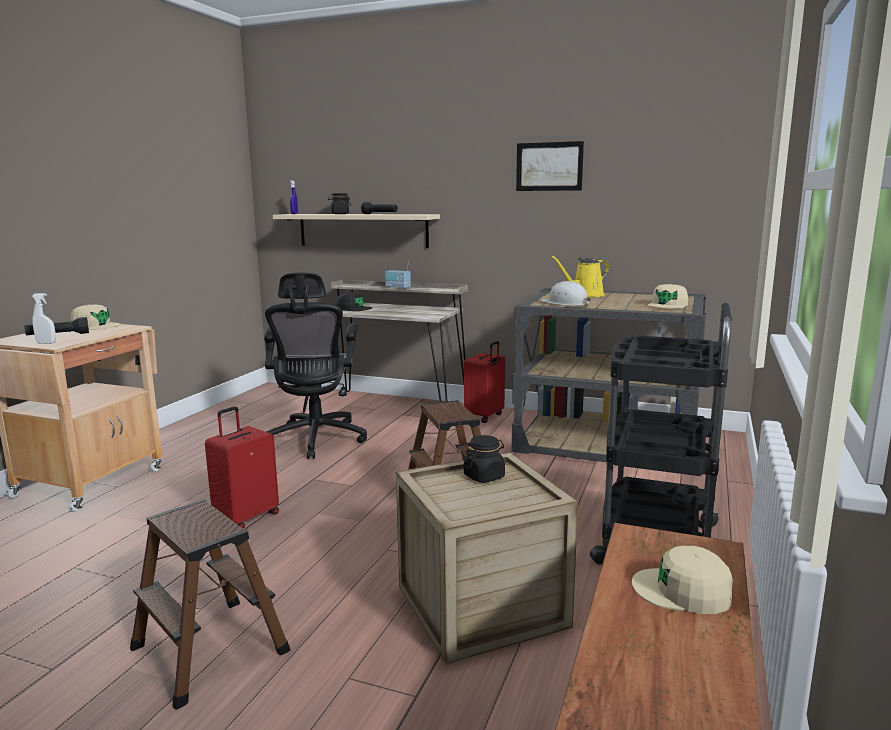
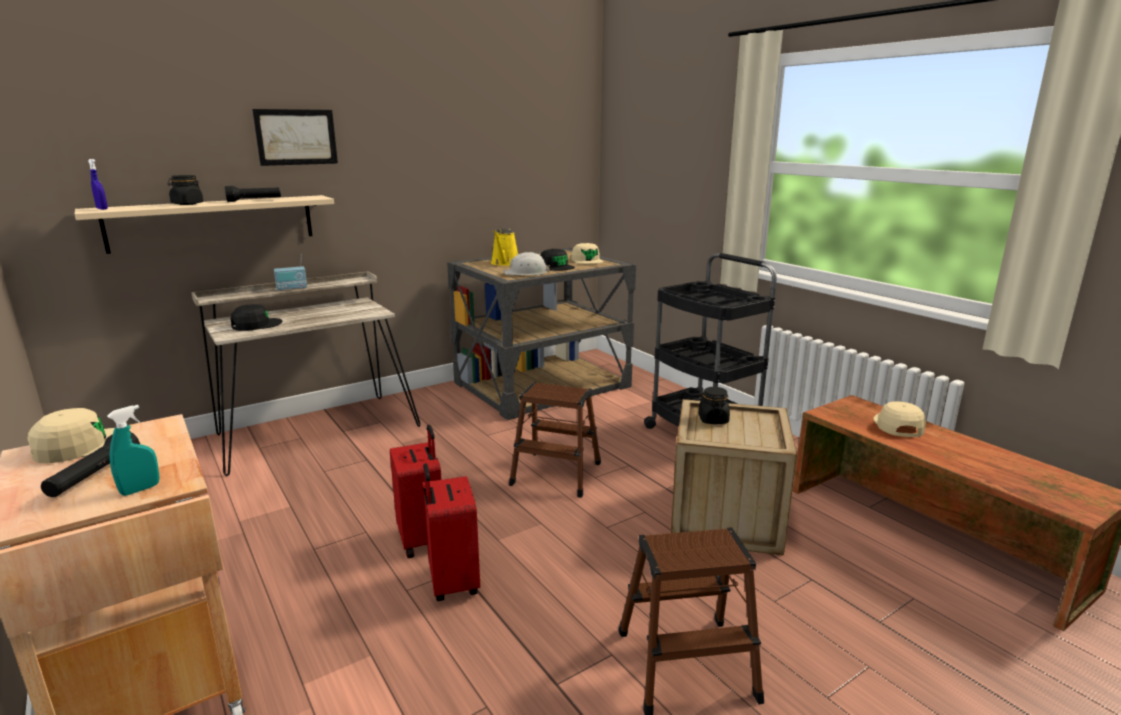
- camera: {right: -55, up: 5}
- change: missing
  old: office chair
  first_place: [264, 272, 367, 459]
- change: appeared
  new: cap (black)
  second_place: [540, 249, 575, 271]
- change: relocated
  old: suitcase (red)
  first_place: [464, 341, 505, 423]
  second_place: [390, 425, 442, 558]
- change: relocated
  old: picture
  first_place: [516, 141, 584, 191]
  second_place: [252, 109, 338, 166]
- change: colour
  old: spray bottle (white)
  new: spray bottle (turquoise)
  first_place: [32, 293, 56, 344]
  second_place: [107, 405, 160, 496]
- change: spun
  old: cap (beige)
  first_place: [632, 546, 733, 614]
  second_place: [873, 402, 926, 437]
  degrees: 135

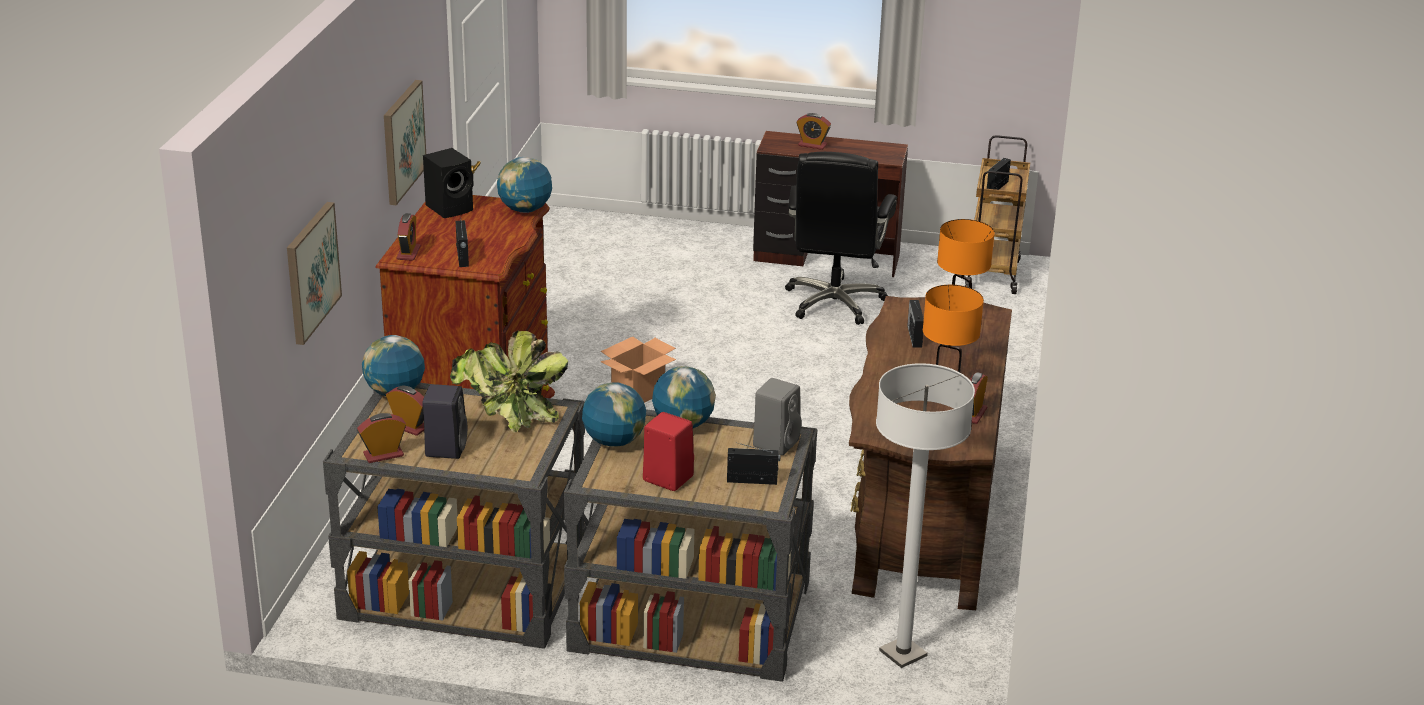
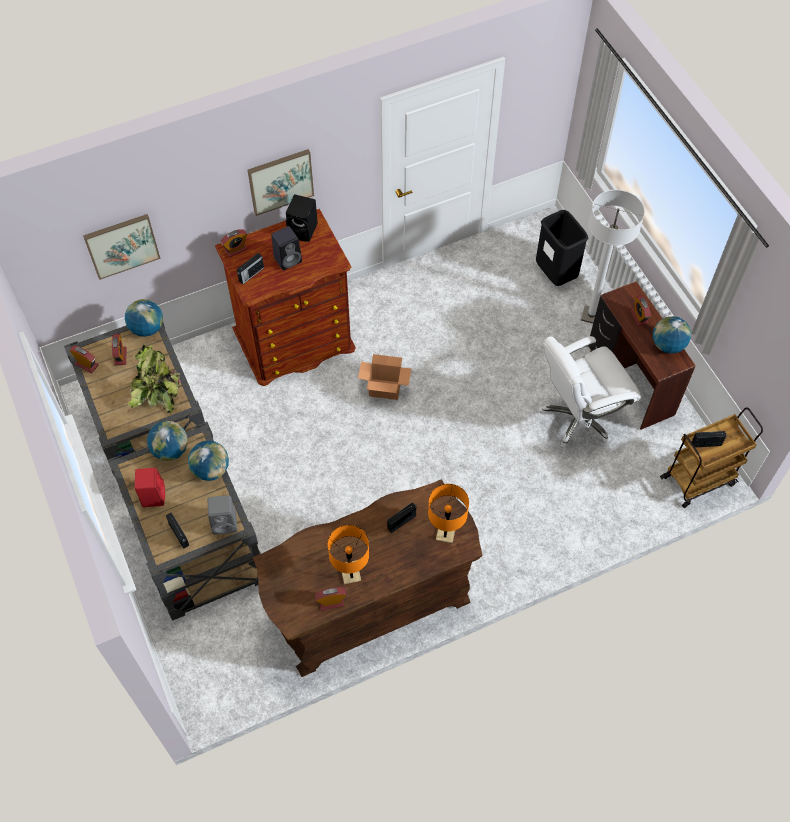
- camera: {right: 55, up: 30}
- change: appeared
  new: trash can (black)
  second_place: [536, 210, 589, 286]
- change: relocated
  old: speaker (black)
  first_place: [422, 384, 467, 459]
  second_place: [271, 226, 302, 270]
- change: relocated
  old: globe
  first_place: [497, 157, 552, 213]
  second_place: [653, 316, 691, 353]
- change: relocated
  old: floor lamp (white)
  first_place: [876, 363, 975, 668]
  second_place: [581, 190, 645, 324]
- change: colour
  old: office chair (black)
  new: office chair (white)
  first_place: [785, 152, 897, 325]
  second_place: [539, 336, 641, 448]

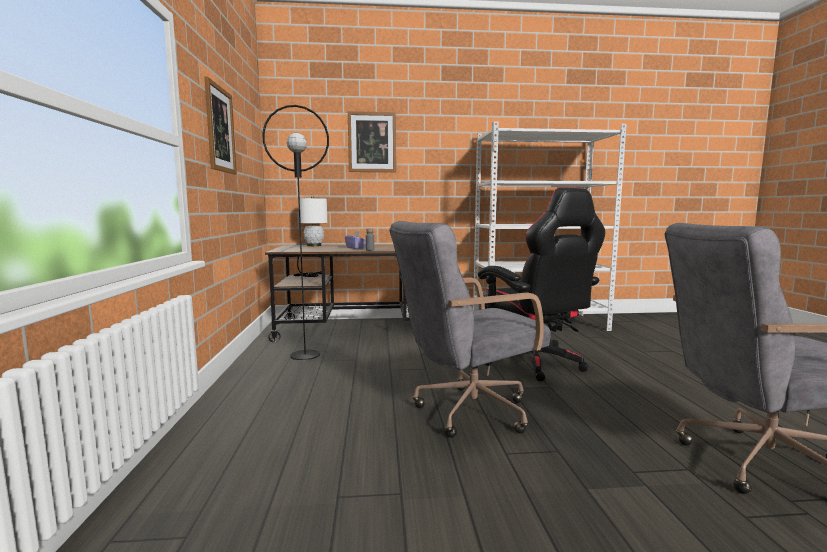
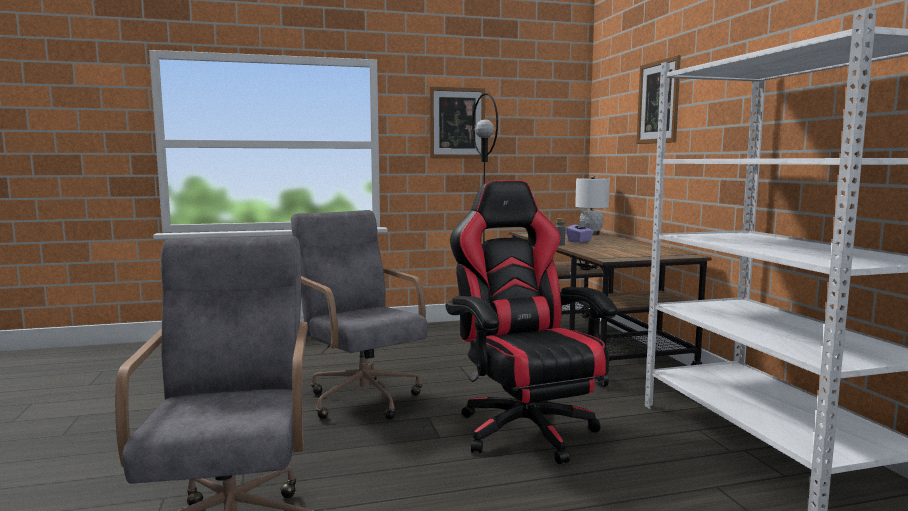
- camera: {right: 80, up: 0}
- change: spun
  old: office chair (black)
  first_place: [478, 187, 605, 381]
  second_place: [445, 180, 617, 464]
  degrees: 105

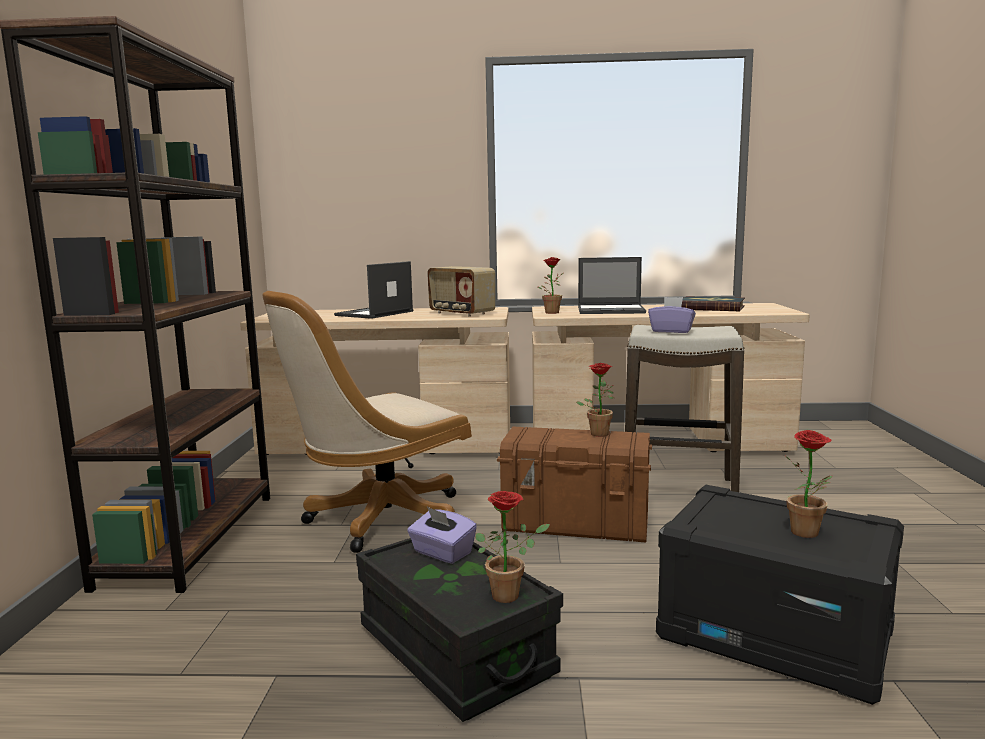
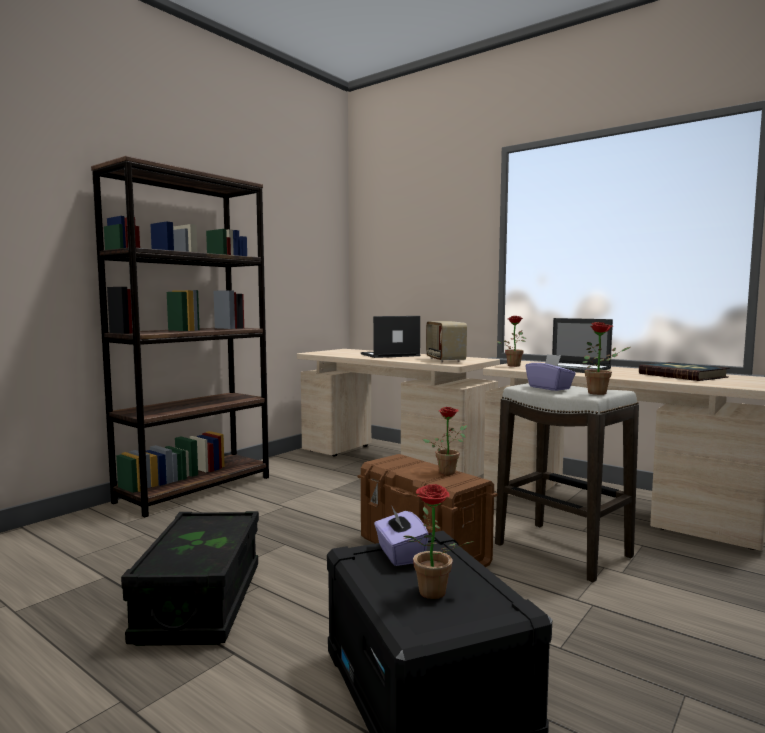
- camera: {right: 35, up: -5}
- change: missing
  old: office chair
  first_place: [262, 291, 472, 553]
- change: relocated
  old: tissue box (purple)
  first_place: [407, 507, 477, 564]
  second_place: [374, 505, 429, 566]
- change: relocated
  old: potted plant
  first_place: [475, 491, 550, 603]
  second_place: [582, 322, 631, 395]

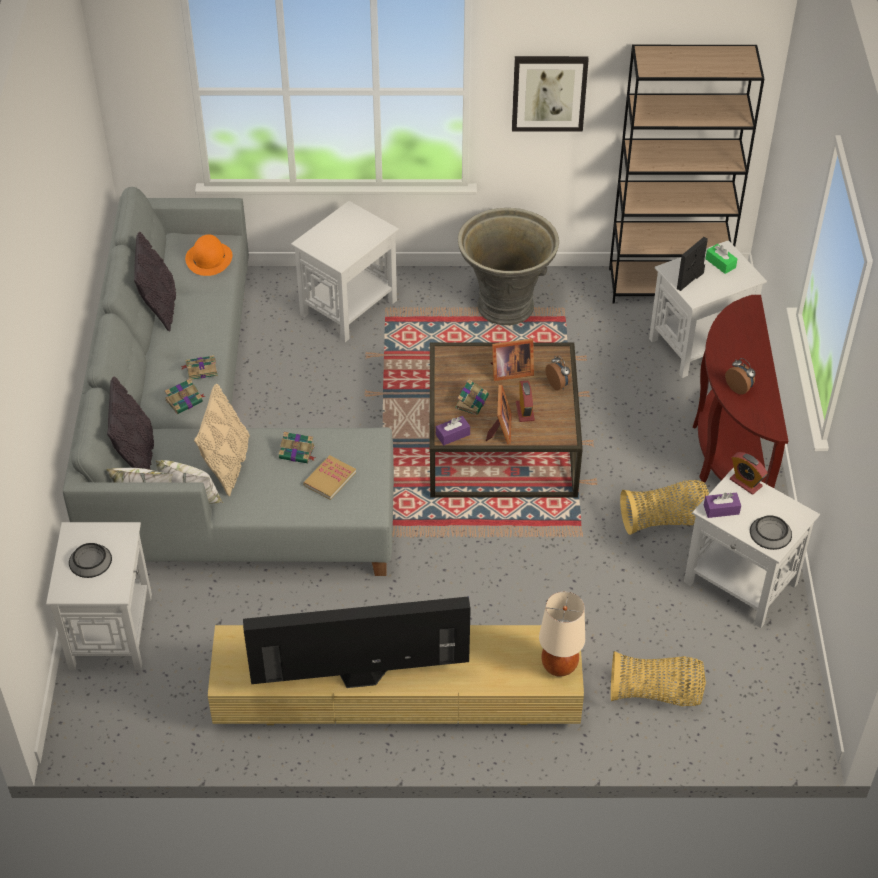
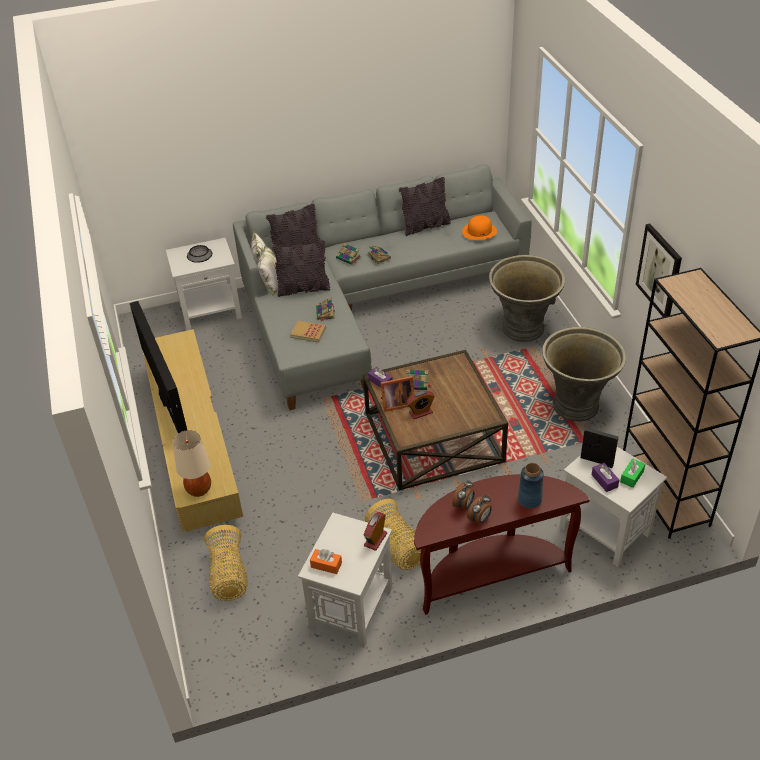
- camera: {right: 75, up: -5}
- change: missing
  old: picture frame
  first_place: [491, 339, 534, 381]
- change: appeared
  new: vase (blue)
  second_place: [518, 463, 544, 508]
- change: relocated
  old: alarm clock
  first_place: [546, 356, 571, 390]
  second_place: [467, 495, 492, 524]
- change: relocated
  old: tissue box (purple)
  first_place: [704, 492, 741, 518]
  second_place: [592, 463, 619, 492]
- change: exchanged
  old: side table (white)
  new: planter (grey)
  first_place: [291, 201, 399, 342]
  second_place: [489, 255, 565, 342]
- change: exchanged
  old: bowl
  new: tissue box (orange)
  first_place: [750, 515, 792, 550]
  second_place: [310, 549, 342, 574]
- change: colour
  old: pillow (beige)
  new: pillow (black)
  first_place: [194, 384, 250, 496]
  second_place: [272, 240, 330, 297]

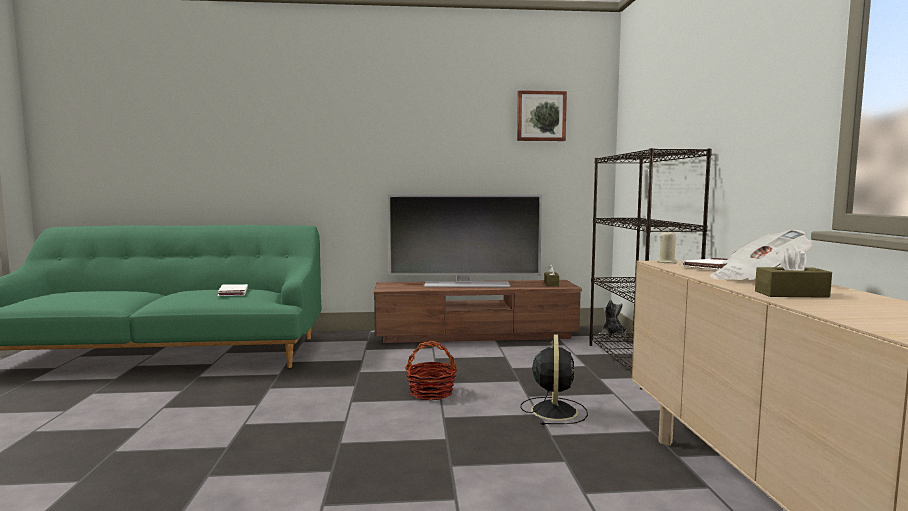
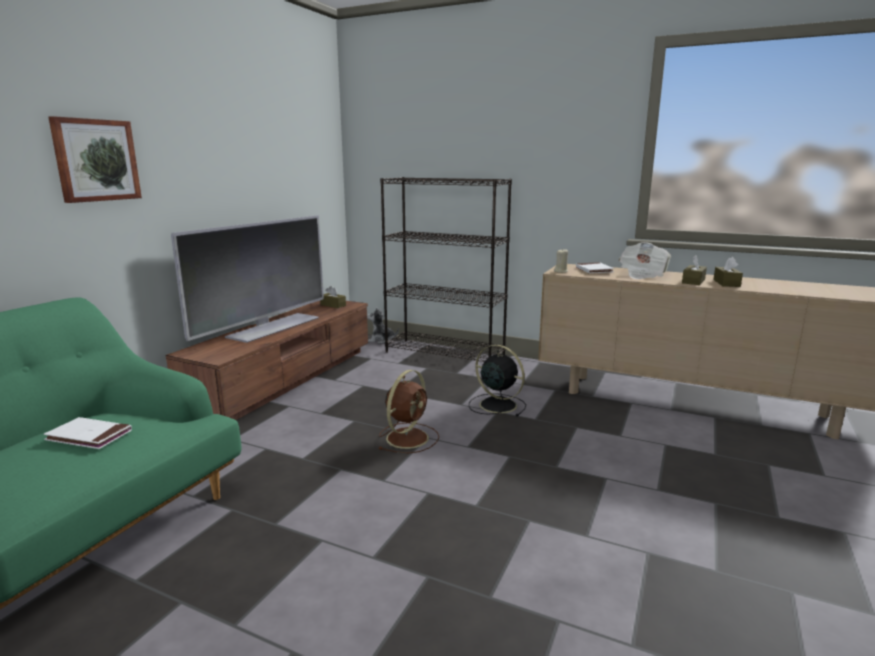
- camera: {right: -60, up: 10}
- change: appeared
  new: tissue box (brown)
  second_place: [713, 257, 743, 287]
- change: relocated
  old: picture
  first_place: [517, 90, 567, 141]
  second_place: [48, 116, 142, 203]
- change: exchanged
  old: basket
  new: fan (brown)
  first_place: [405, 341, 457, 401]
  second_place: [379, 370, 439, 453]

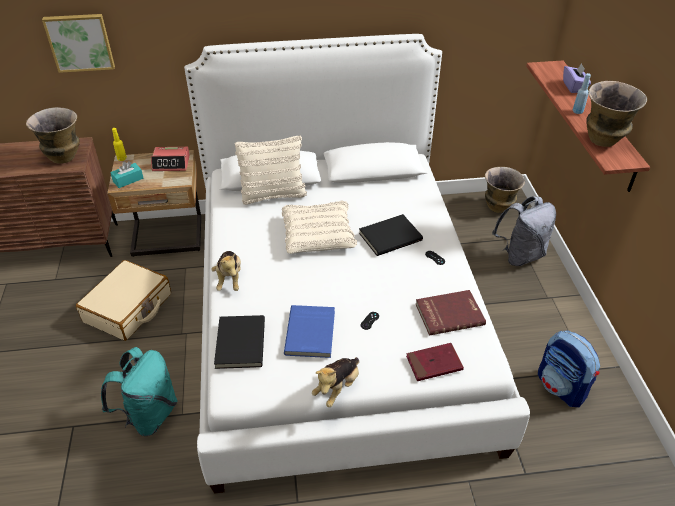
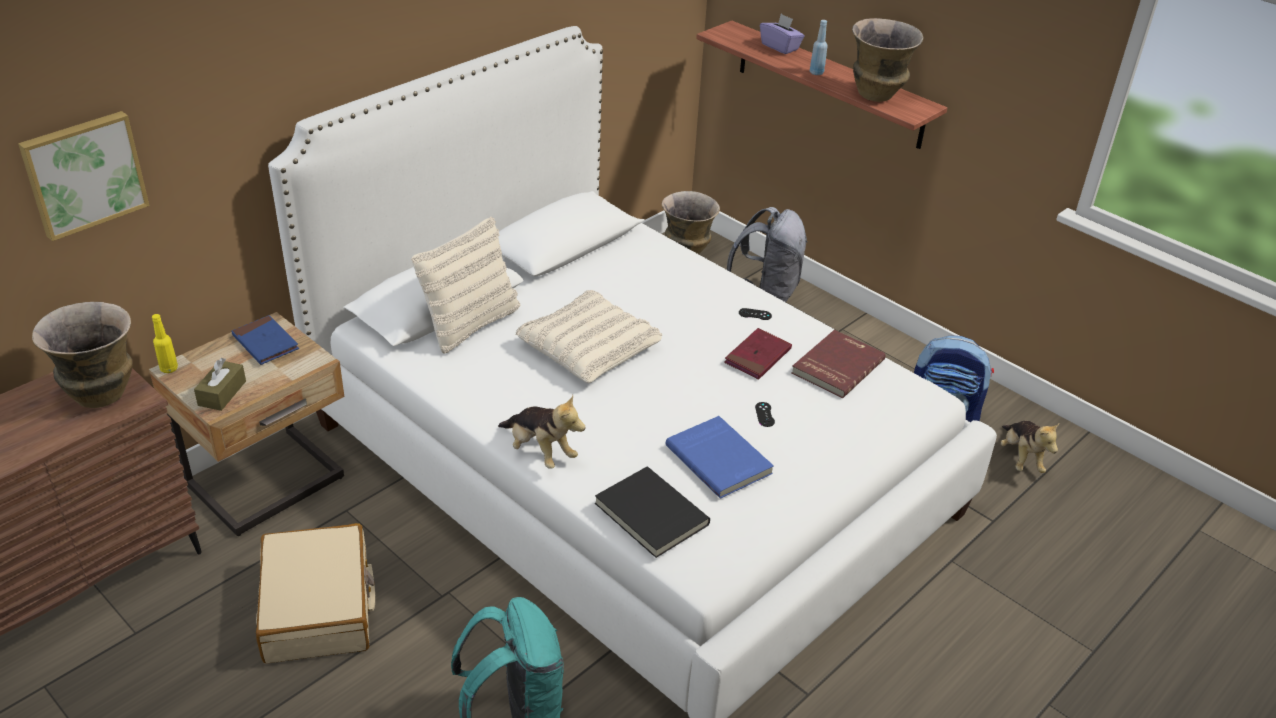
- camera: {right: -40, up: -5}
- change: missing
  old: book (black)
  first_place: [359, 214, 423, 256]
- change: relocated
  old: plush toy
  first_place: [312, 357, 359, 407]
  second_place: [1000, 421, 1060, 473]
- change: relocated
  old: book (red)
  first_place: [406, 343, 464, 381]
  second_place: [724, 328, 792, 379]
- change: exchanged
  old: alarm clock
  new: book (blue)
  first_place: [151, 147, 190, 171]
  second_place: [231, 315, 299, 365]
- change: colour
  old: tissue box (turquoise)
  new: tissue box (brown)
  first_place: [110, 161, 144, 188]
  second_place: [194, 358, 246, 411]

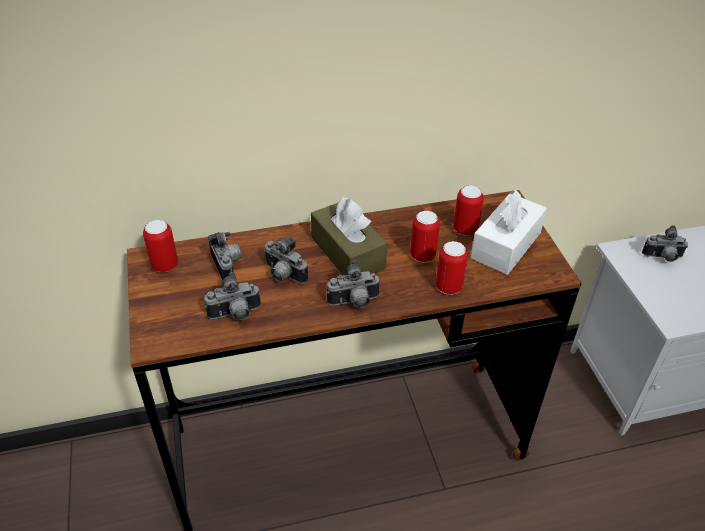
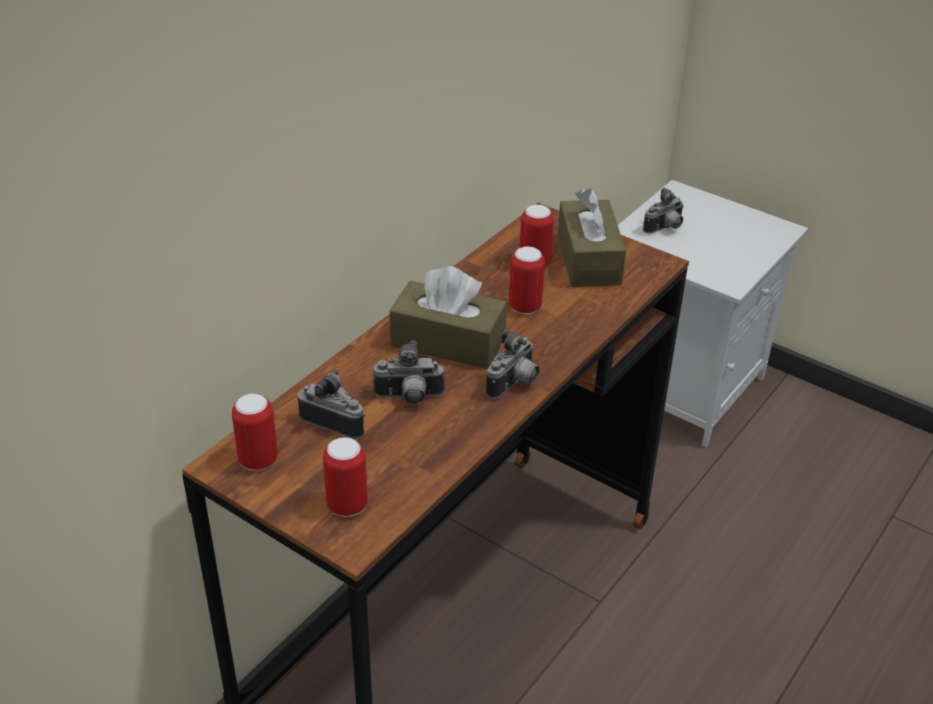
- camera: {right: -40, up: -5}
- change: missing
  old: photo camera
  first_place: [204, 272, 261, 320]
- change: relocated
  old: can
  first_place: [436, 241, 468, 295]
  second_place: [323, 437, 368, 517]
- change: colour
  old: tissue box (white)
  new: tissue box (brown)
  first_place: [471, 190, 547, 275]
  second_place: [558, 189, 626, 287]

